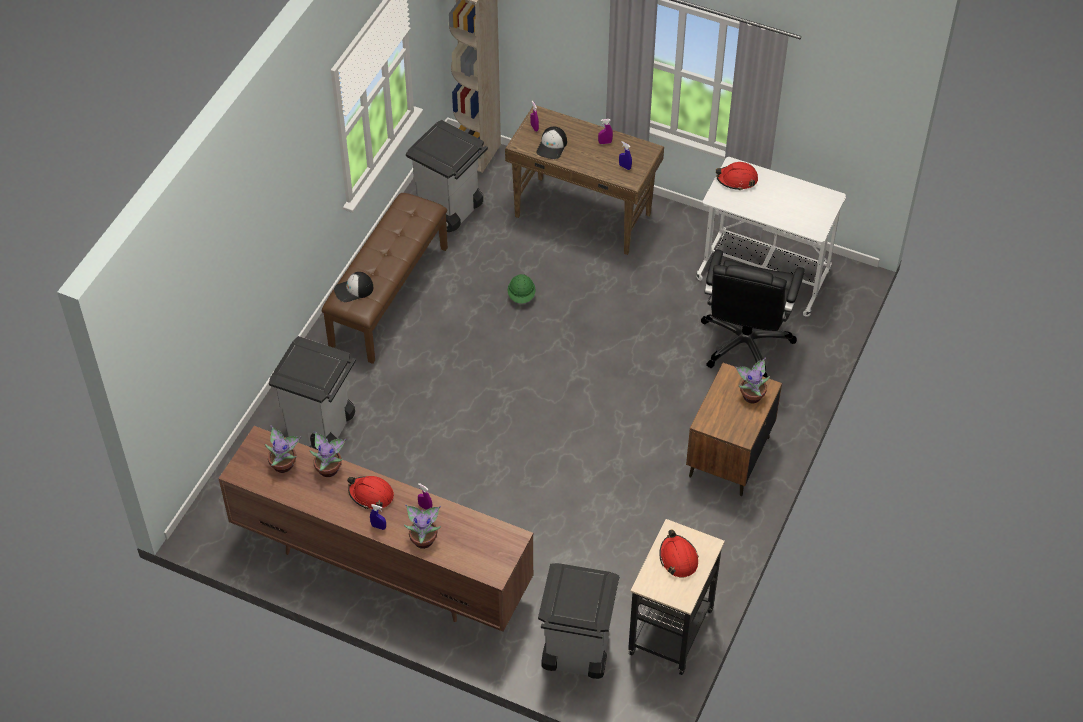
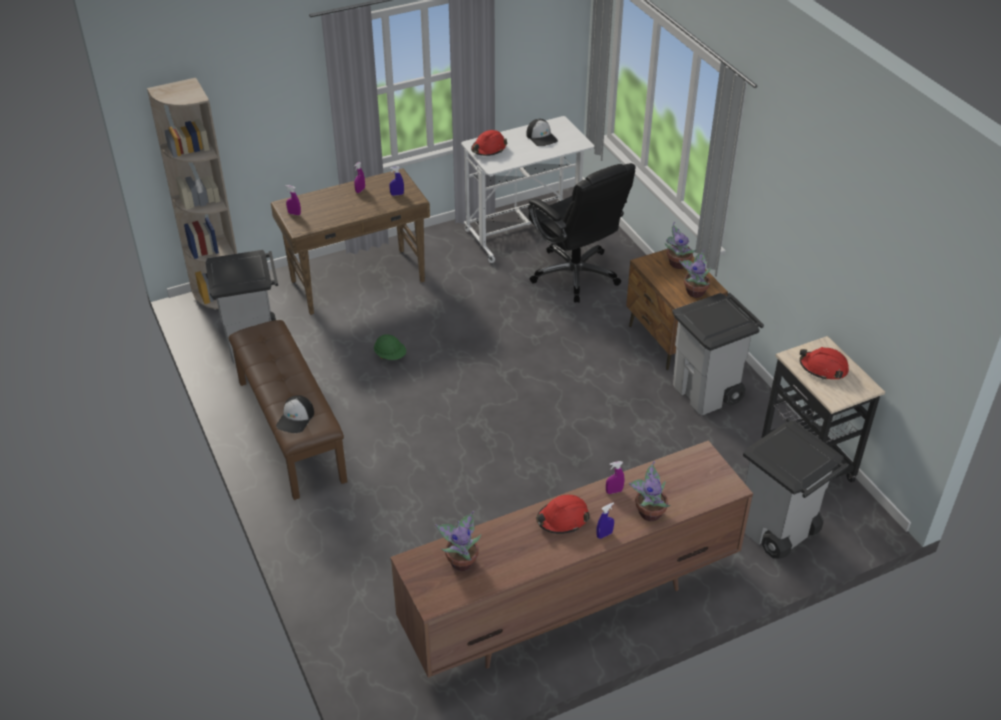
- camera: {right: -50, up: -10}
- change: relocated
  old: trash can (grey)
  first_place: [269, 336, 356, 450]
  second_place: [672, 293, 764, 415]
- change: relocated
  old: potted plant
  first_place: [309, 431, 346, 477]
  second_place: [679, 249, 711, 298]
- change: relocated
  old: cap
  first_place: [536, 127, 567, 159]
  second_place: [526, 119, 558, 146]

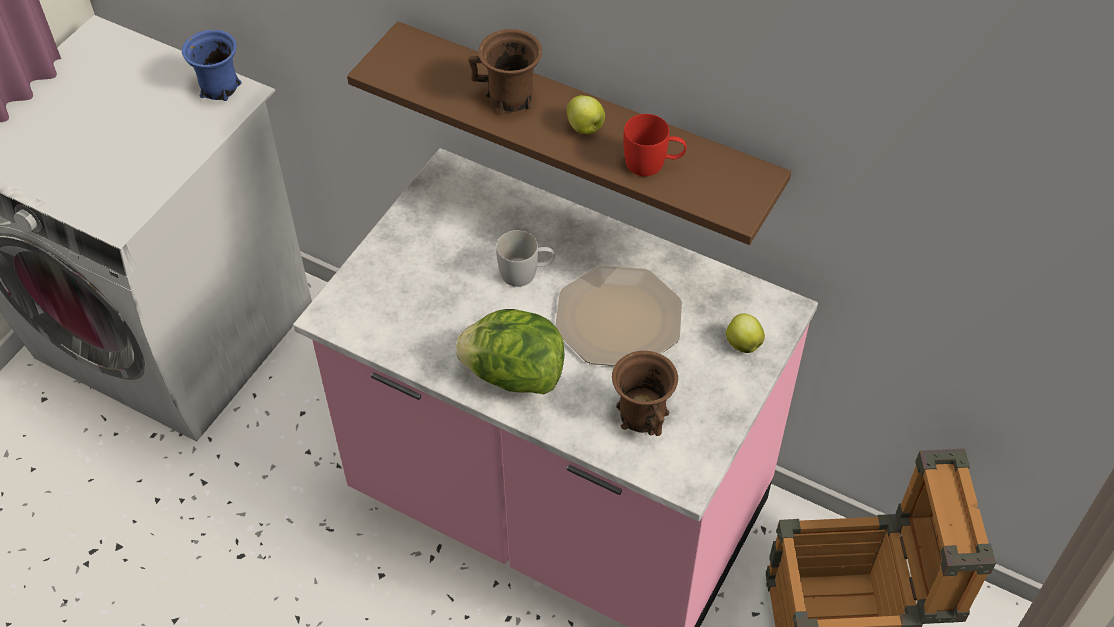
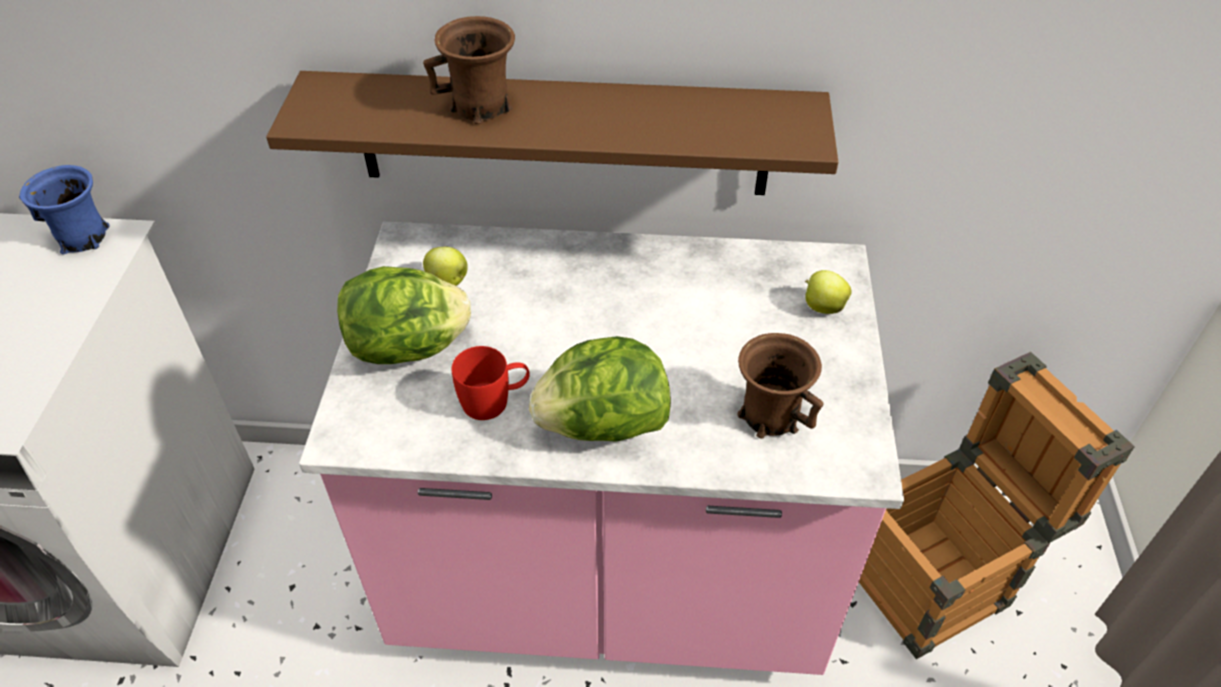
- camera: {right: -25, up: -5}
- change: missing
  old: mug (white)
  first_place: [496, 230, 555, 287]
- change: missing
  old: plate
  first_place: [555, 266, 682, 366]
- change: appeared
  new: lettuce
  second_place: [337, 266, 471, 364]
- change: relocated
  old: apple
  first_place: [567, 95, 605, 134]
  second_place: [423, 247, 468, 286]
- change: relocated
  old: mug (red)
  first_place: [623, 114, 686, 176]
  second_place: [452, 346, 530, 420]

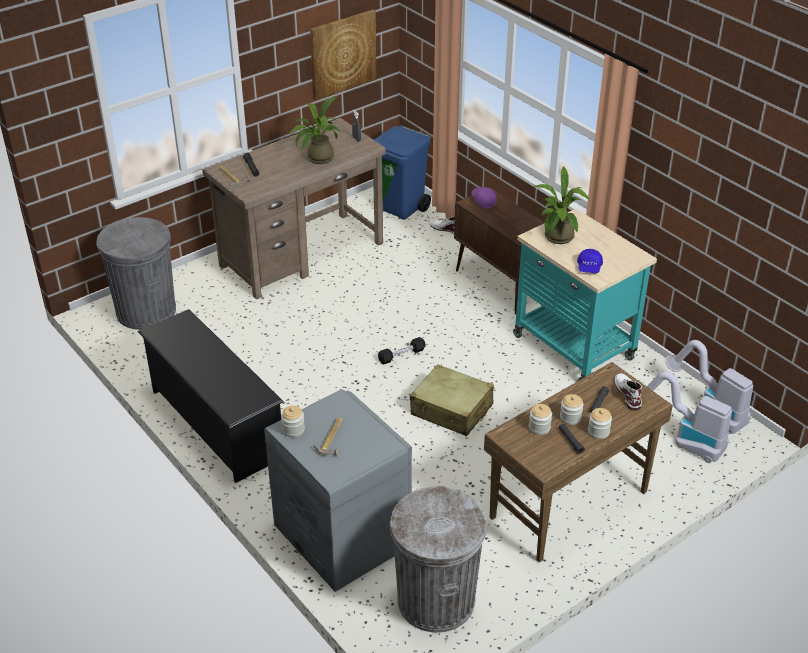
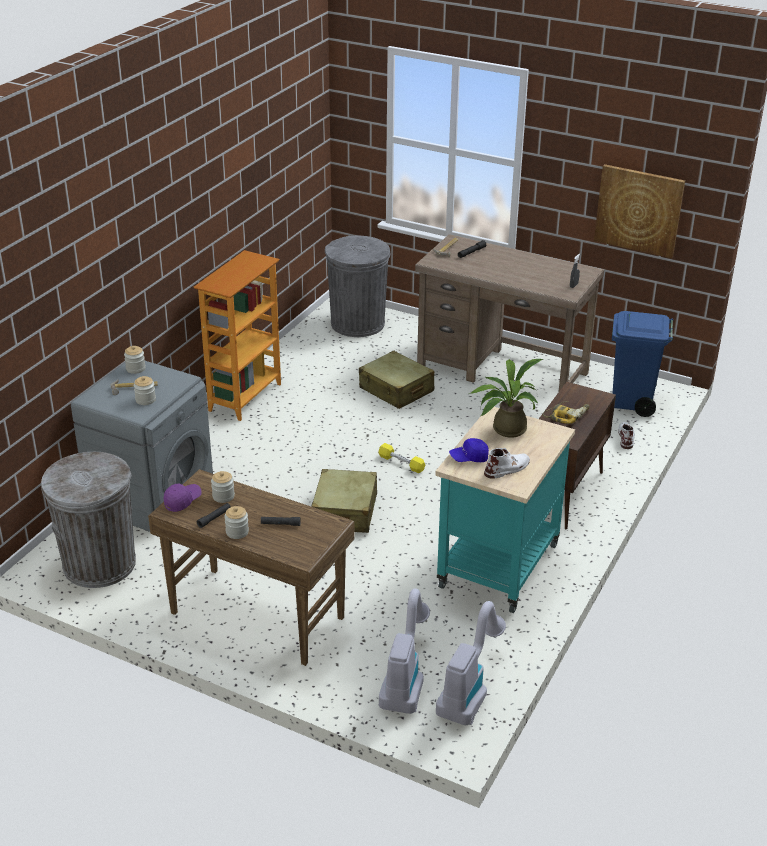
- camera: {right: 65, up: -5}
- change: missing
  old: potted plant
  first_place: [289, 97, 341, 164]
- change: appeared
  new: suitcase (beige)
  second_place: [359, 351, 434, 409]
- change: appeared
  new: power drill
  second_place: [543, 401, 589, 424]
- change: relocated
  old: cap (purple)
  first_place: [472, 187, 497, 209]
  second_place: [163, 484, 202, 512]
- change: relocated
  old: jar
  first_place: [560, 394, 583, 425]
  second_place: [134, 376, 156, 405]
- change: relocated
  old: boot (white)
  first_place: [614, 374, 642, 410]
  second_place: [484, 447, 530, 479]
- change: exchanged
  old: shoe rack (black)
  new: bookcase
  first_place: [138, 309, 284, 483]
  second_place: [194, 250, 281, 421]
- change: colour
  old: dumbbell (black)
  new: dumbbell (yellow)
  first_place: [378, 337, 426, 365]
  second_place: [378, 443, 425, 473]

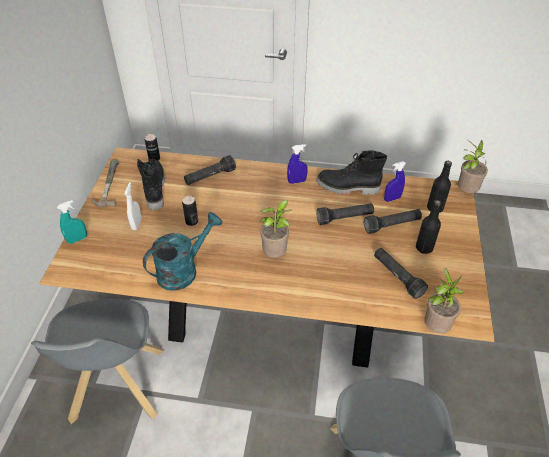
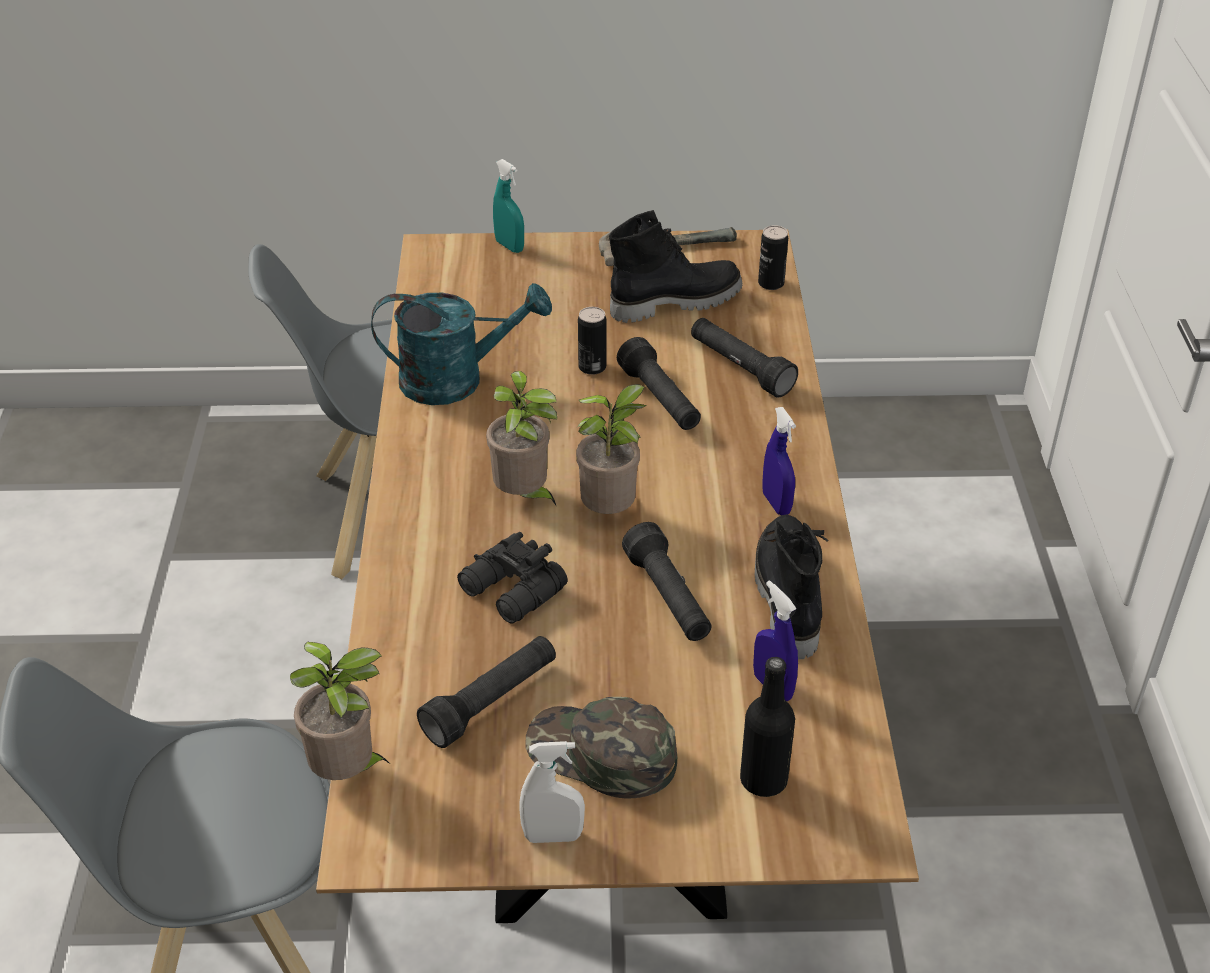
- camera: {right: 80, up: -5}
- change: appeared
  new: binoculars (black)
  second_place: [457, 532, 568, 624]
- change: relocated
  old: spray bottle (white)
  first_place: [124, 182, 142, 230]
  second_place: [519, 741, 585, 843]
- change: relocated
  old: flashlight (black)
  first_place: [364, 209, 422, 234]
  second_place: [617, 337, 701, 430]
- change: relocated
  old: potted plant
  first_place: [456, 140, 488, 193]
  second_place: [576, 384, 646, 514]
- change: exchanged
  old: bottle (black)
  new: cap (green)
  first_place: [416, 200, 442, 254]
  second_place: [526, 697, 677, 798]
- change: spun
  old: watering can (turquoise)
  first_place: [143, 212, 222, 291]
  second_place: [371, 283, 552, 405]
  degrees: -45

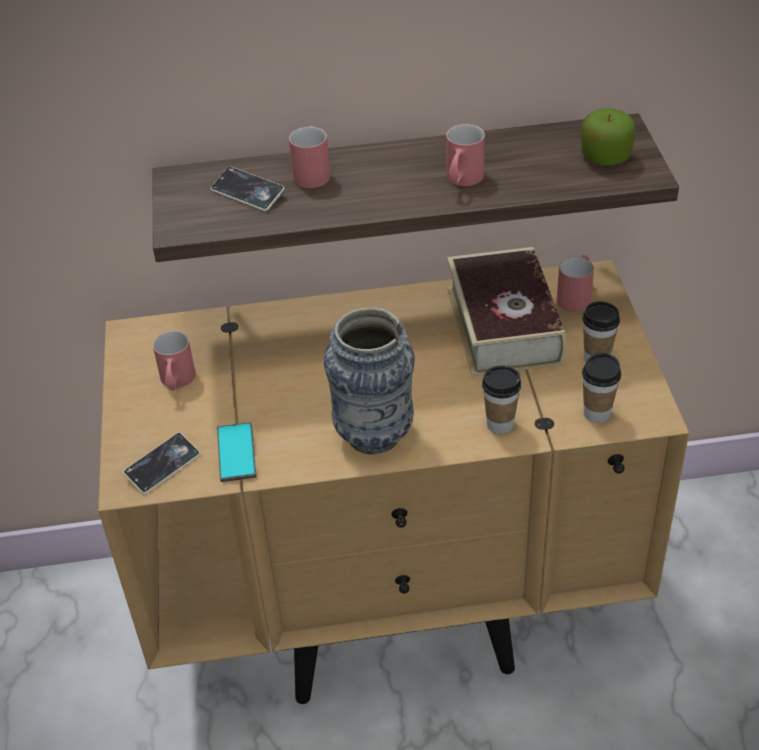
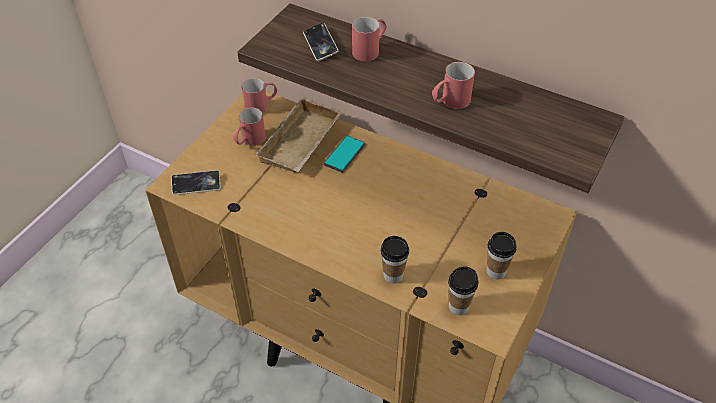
- camera: {right: 35, up: 5}
- change: missing
  old: vase
  first_place: [324, 307, 415, 454]
- change: missing
  old: book
  first_place: [447, 247, 567, 376]
- change: missing
  old: apple
  first_place: [581, 108, 635, 166]
- change: appeared
  new: tray (beige)
  second_place: [255, 96, 342, 172]
- change: relocated
  old: phone
  first_place: [217, 422, 256, 482]
  second_place: [323, 135, 365, 173]
- change: relocated
  old: mug (red)
  first_place: [557, 255, 594, 312]
  second_place: [242, 78, 277, 113]

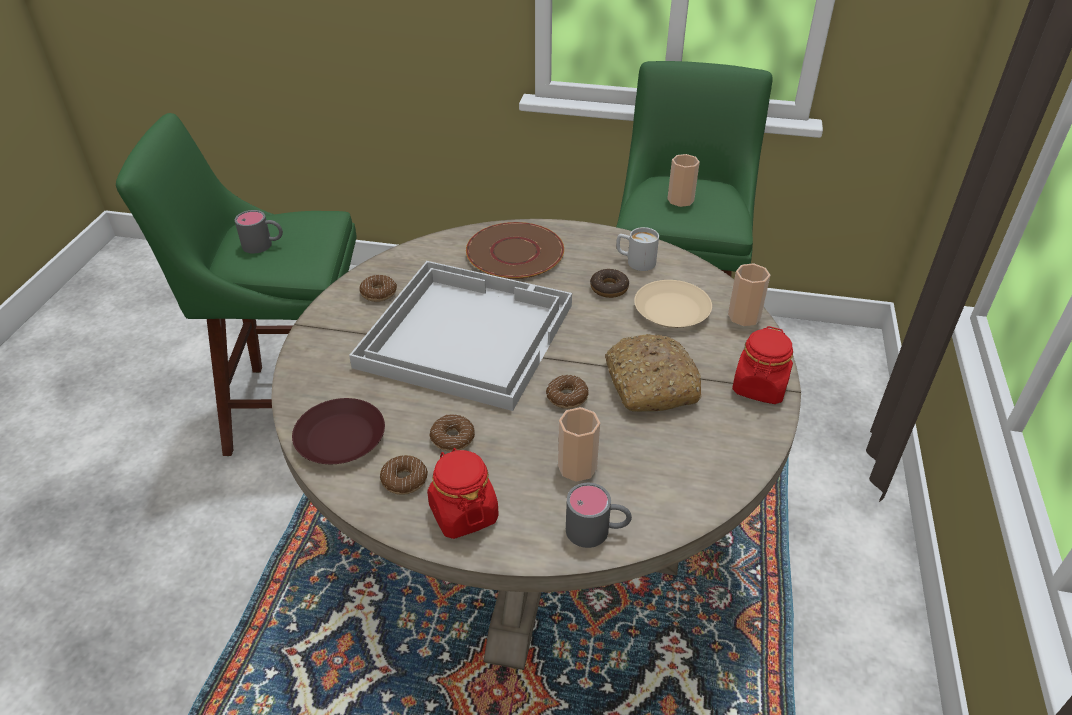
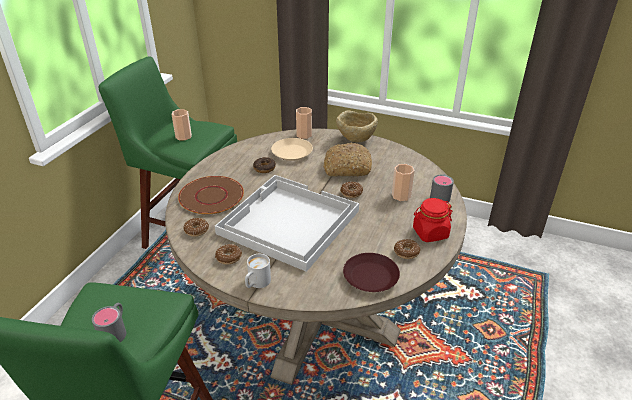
- camera: {right: -80, up: -5}
- change: relocated
  old: donut
  first_place: [429, 414, 475, 452]
  second_place: [183, 218, 209, 237]
- change: relocated
  old: mug (white)
  first_place: [616, 227, 659, 271]
  second_place: [245, 254, 271, 288]
- change: exchanged
  old: jar (red)
  new: bowl (beige)
  first_place: [732, 326, 793, 404]
  second_place: [336, 111, 378, 142]

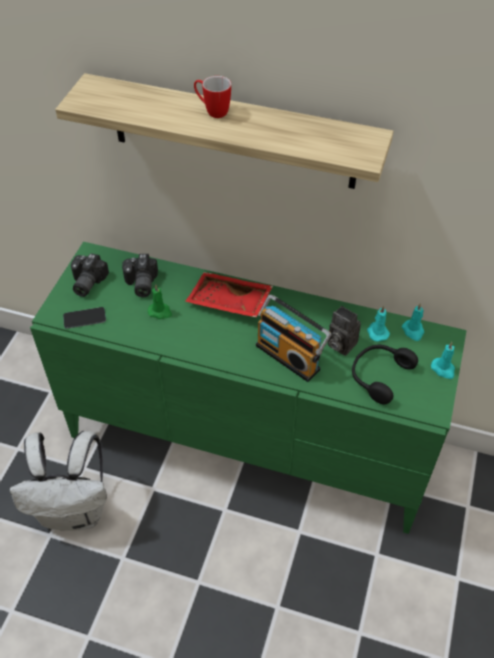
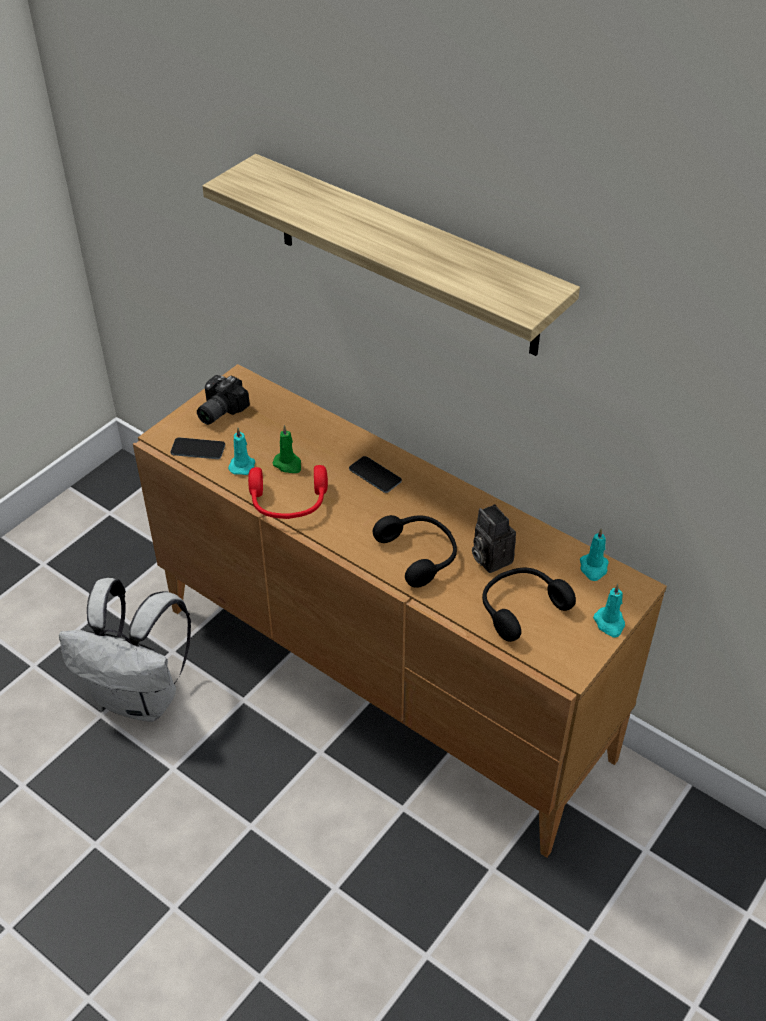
- camera: {right: 20, up: -5}
- change: missing
  old: photo camera
  first_place: [122, 254, 158, 297]
- change: missing
  old: mug
  first_place: [194, 76, 231, 118]
- change: appeared
  new: headphones (red)
  second_place: [248, 465, 328, 519]
- change: relocated
  old: candle (turquoise)
  first_place: [367, 306, 390, 342]
  second_place: [228, 428, 255, 475]
- change: exchanged
  old: tray (red)
  new: phone
  first_place: [185, 272, 273, 317]
  second_place: [349, 456, 402, 493]
- change: exchanged
  old: radio
  new: headphones (black)
  first_place: [256, 295, 332, 382]
  second_place: [373, 515, 457, 588]
- change: colour
  old: dresser (green)
  new: dresser (brown)
  first_place: [30, 242, 467, 534]
  second_place: [133, 364, 667, 858]

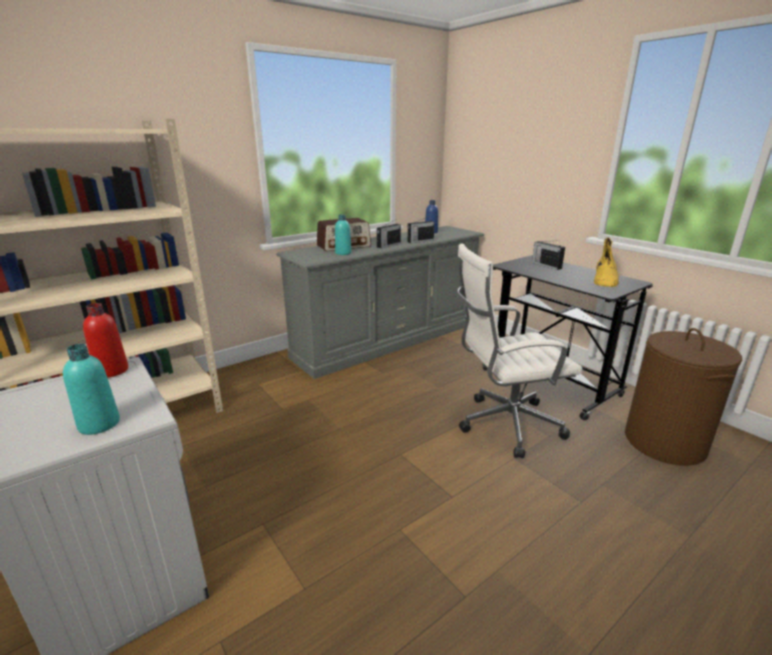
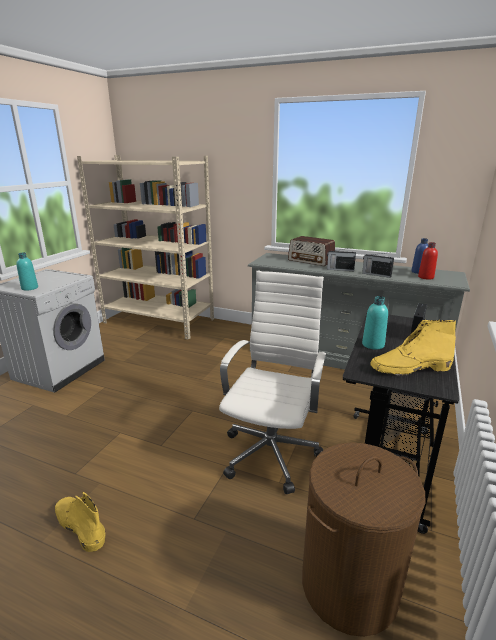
- camera: {right: 60, up: 0}
- change: appeared
  new: boot (yellow)
  second_place: [55, 492, 105, 552]
- change: relocated
  old: bottle (red)
  first_place: [83, 303, 128, 378]
  second_place: [418, 242, 438, 280]
- change: relocated
  old: bottle (turquoise)
  first_place: [335, 215, 351, 255]
  second_place: [362, 296, 388, 350]
- change: spun
  old: office chair (white)
  first_place: [457, 244, 583, 458]
  second_place: [219, 271, 326, 494]
  degrees: 60

